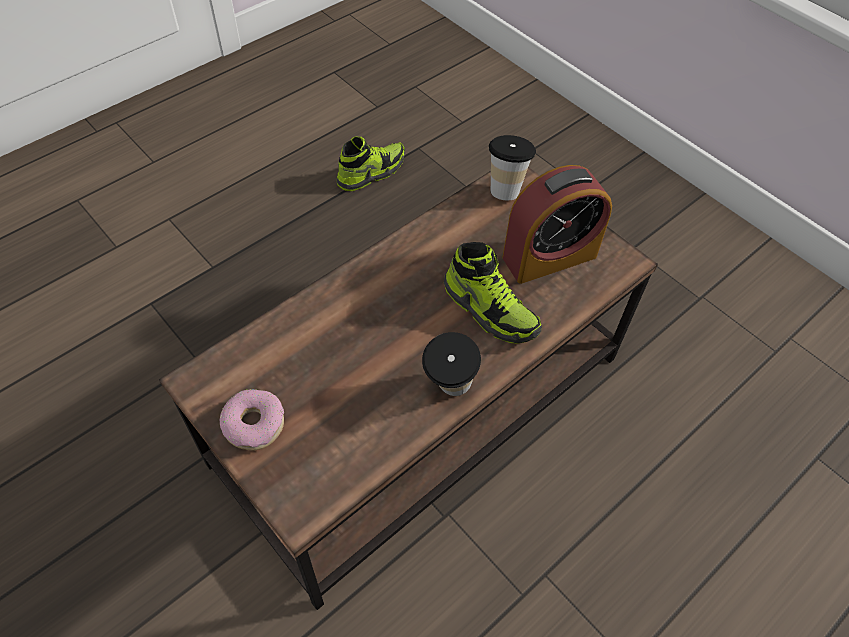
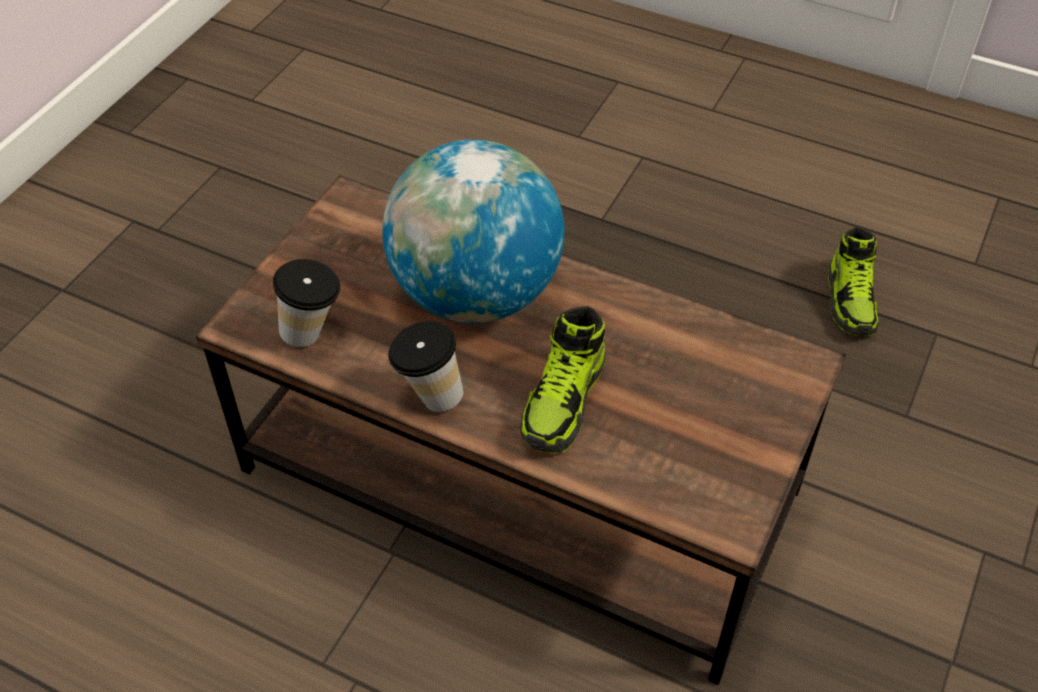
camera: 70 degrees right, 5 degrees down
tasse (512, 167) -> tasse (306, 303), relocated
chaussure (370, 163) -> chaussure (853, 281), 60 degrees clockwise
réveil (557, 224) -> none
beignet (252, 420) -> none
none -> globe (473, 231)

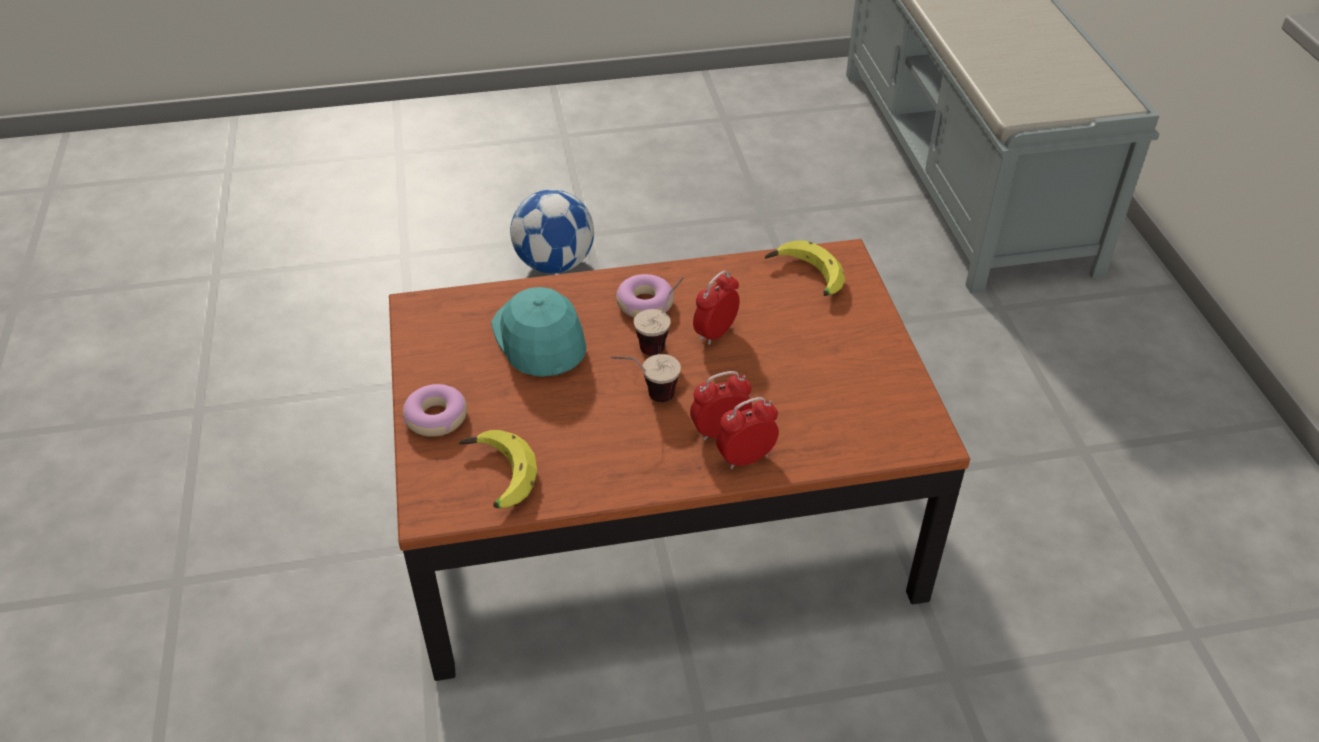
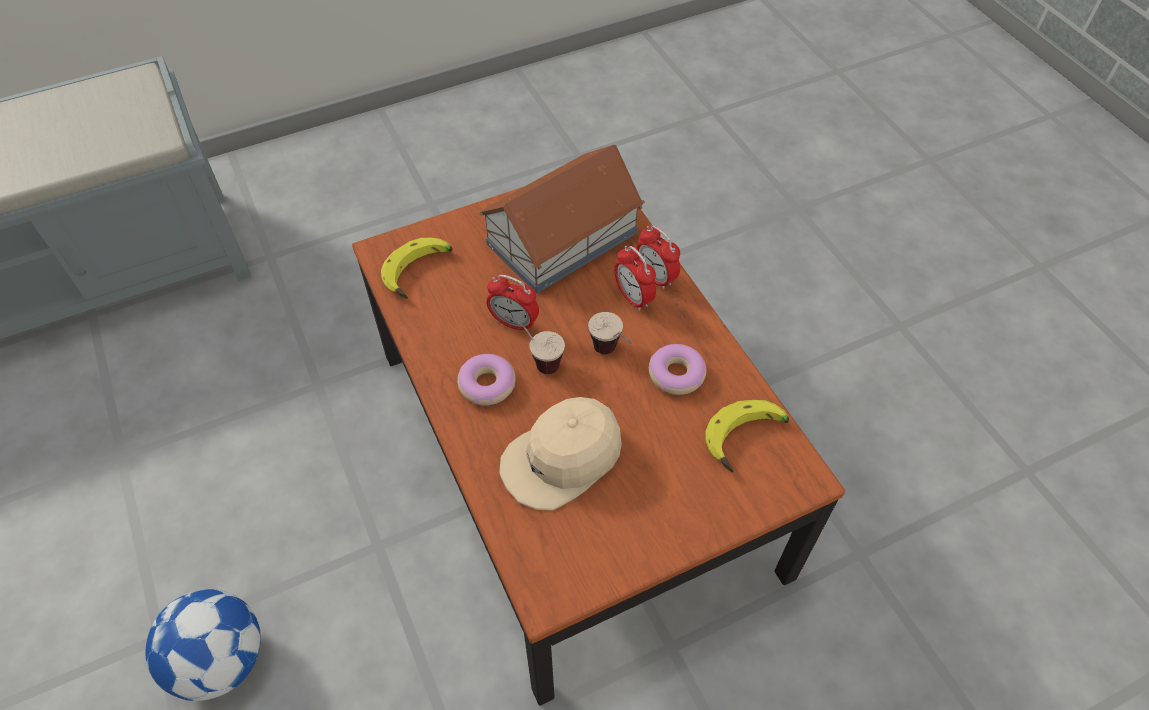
camera: 105 degrees left, 10 degrees up
casquette [turquoise] (539, 332) -> casquette [beige] (560, 454)
beignet (435, 410) -> beignet (677, 369), relocated
none -> maison miniature (562, 219)

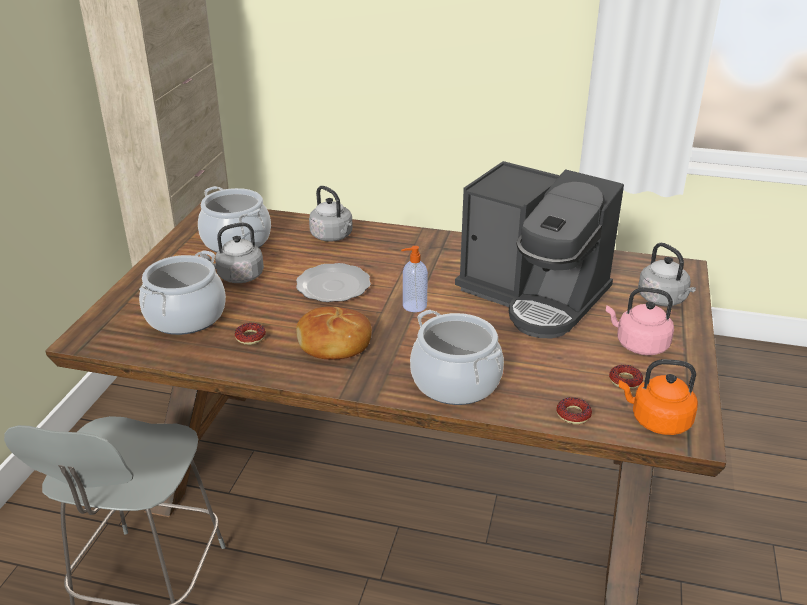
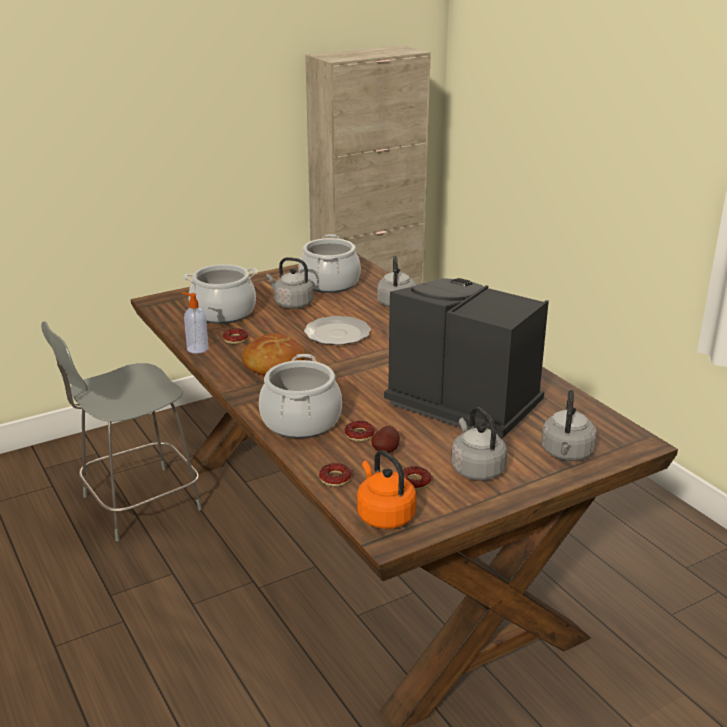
camera: 45 degrees right, 5 degrees down
machine à café (539, 249) -> machine à café (466, 358), 135 degrees clockwise
distributeur de savon (414, 279) -> distributeur de savon (195, 322), relocated
bouilloire [rose] (640, 321) -> bouilloire [gris] (479, 443)
none -> beignet (360, 431)
none -> pomme de terre (385, 439)

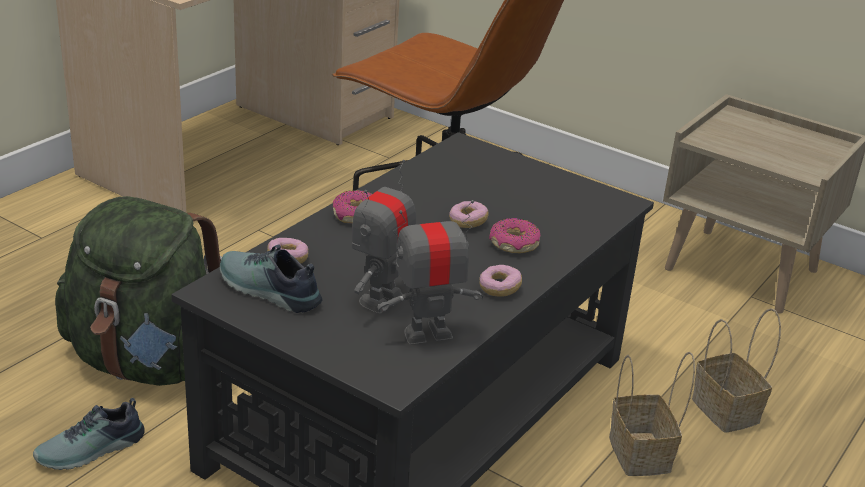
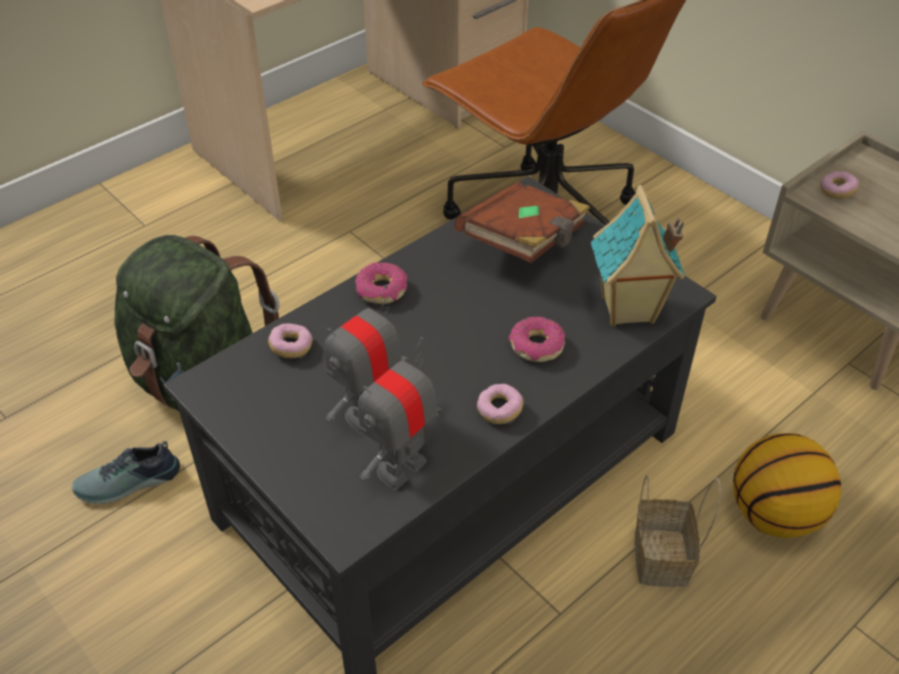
camera: 15 degrees right, 15 degrees up
robot jouet (430, 272) -> robot jouet (400, 413), 45 degrees counterclockwise
beignet (469, 214) -> beignet (839, 185), relocated
chaussure (271, 278) -> none
panier (736, 370) -> ballon de basket (787, 485)
none -> livre [marron] (522, 222)
none -> maison miniature (638, 256)

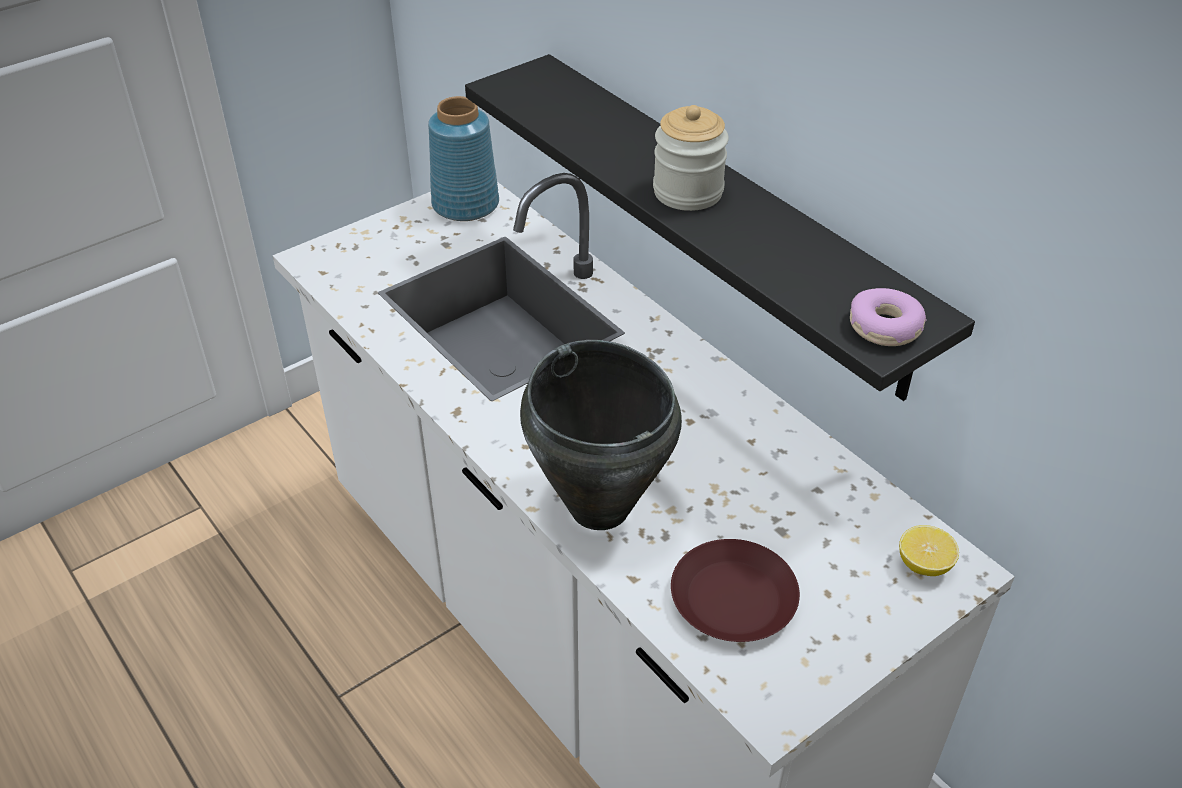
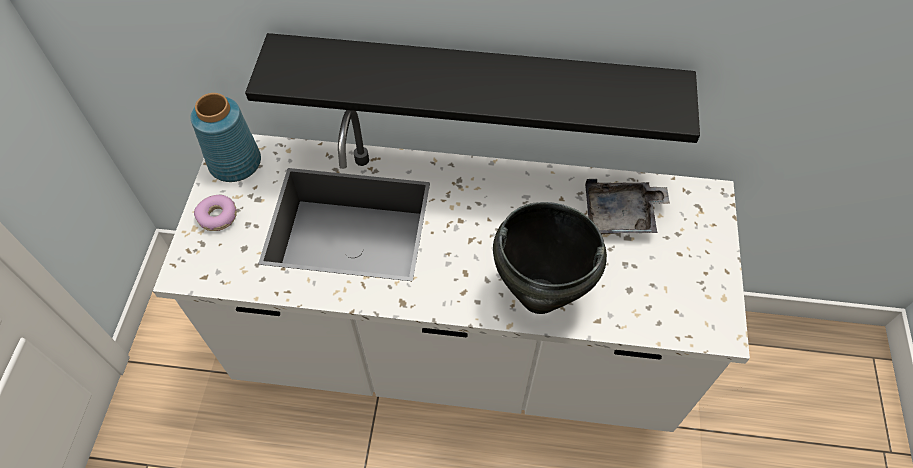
camera: 45 degrees left, 15 degrees up
bocal (691, 158) -> none
beignet (888, 317) -> beignet (215, 213), relocated
citron (929, 550) -> none
assiette [marron] (735, 590) -> none
none -> plateau [gris] (627, 206)

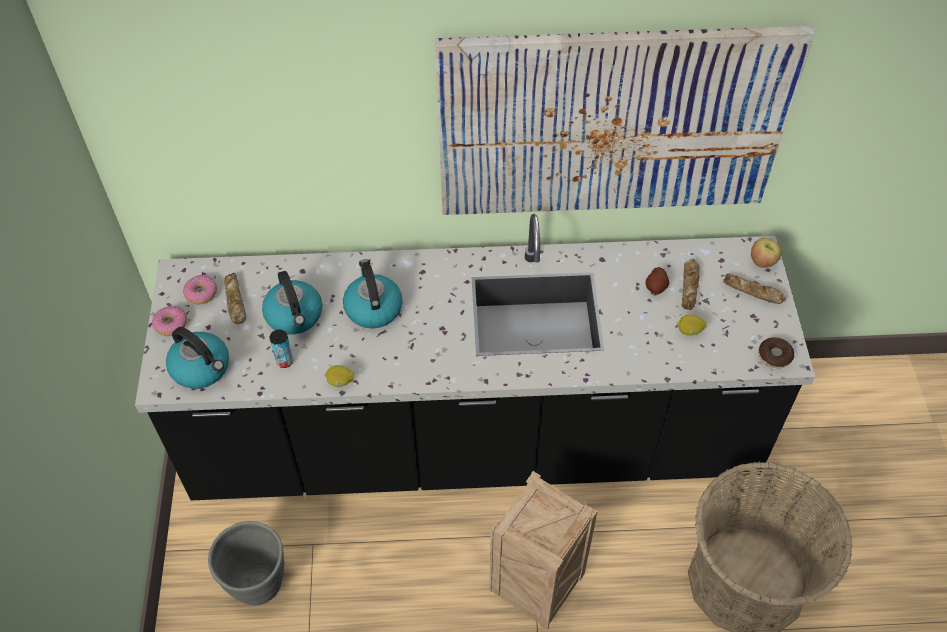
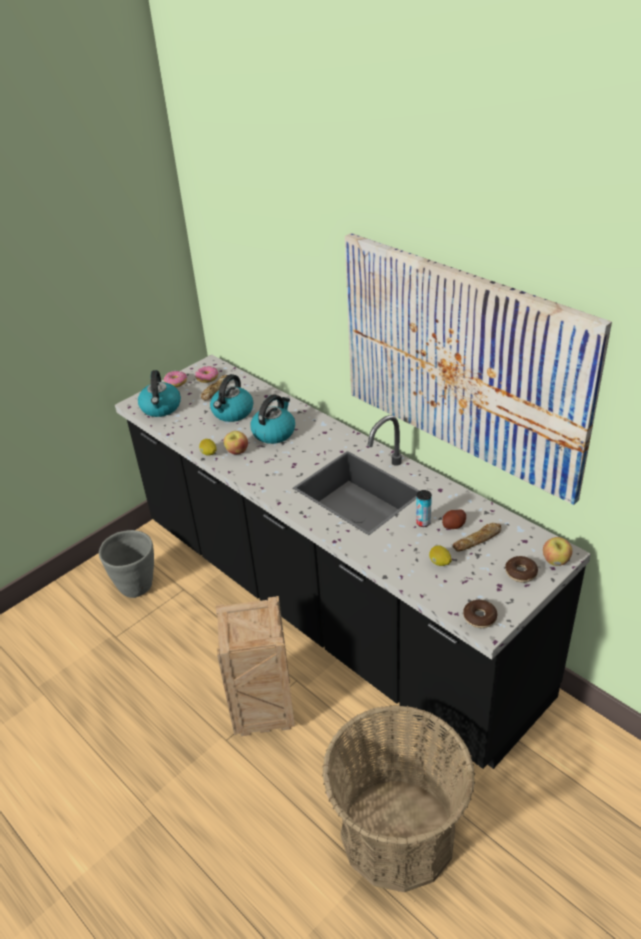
camera: 50 degrees right, 15 degrees down
pain (754, 288) -> beignet (521, 569)
boîte métallique (281, 348) -> boîte métallique (424, 508), relocated
none -> pomme (236, 442)

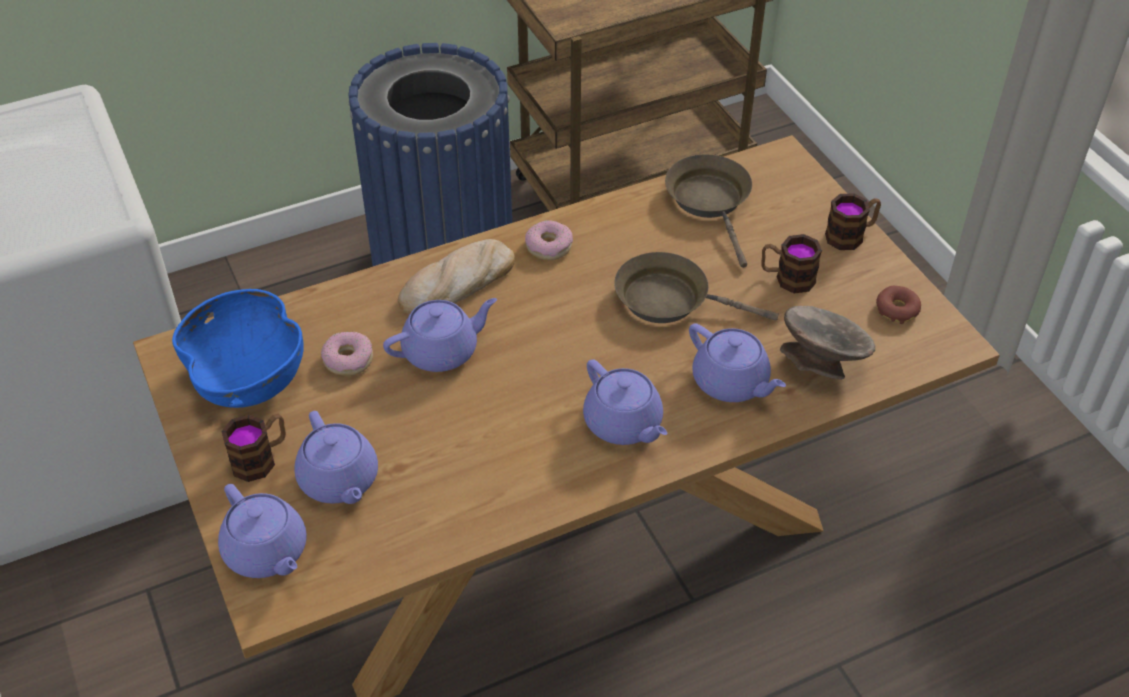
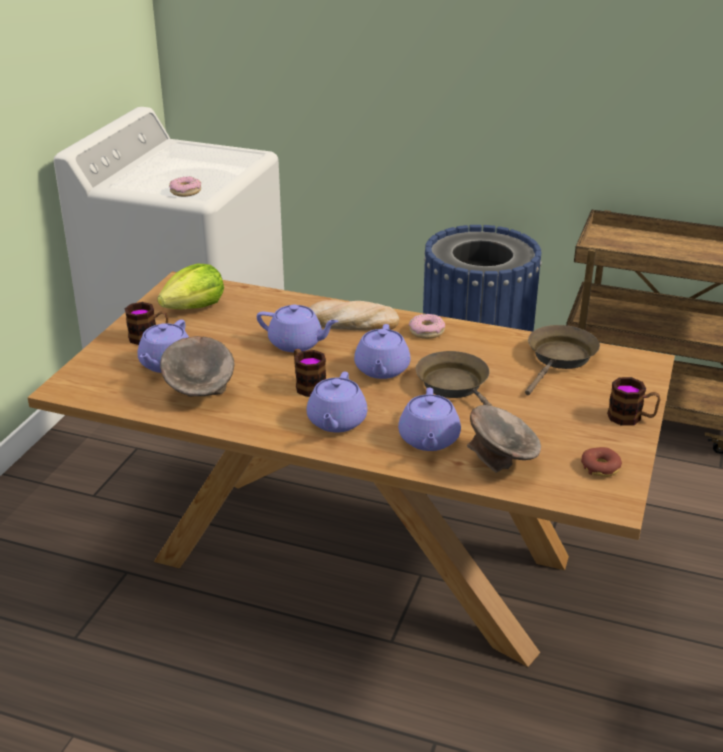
camera: 45 degrees right, 15 degrees down
mug (791, 264) -> mug (310, 373), relocated
bol [bleu] (238, 348) -> laitue (190, 287)
beignet (347, 354) -> beignet (185, 186), relocated
théière [violet] (262, 531) -> théière [violet] (382, 351), relocated
none -> bol [gris] (197, 366)

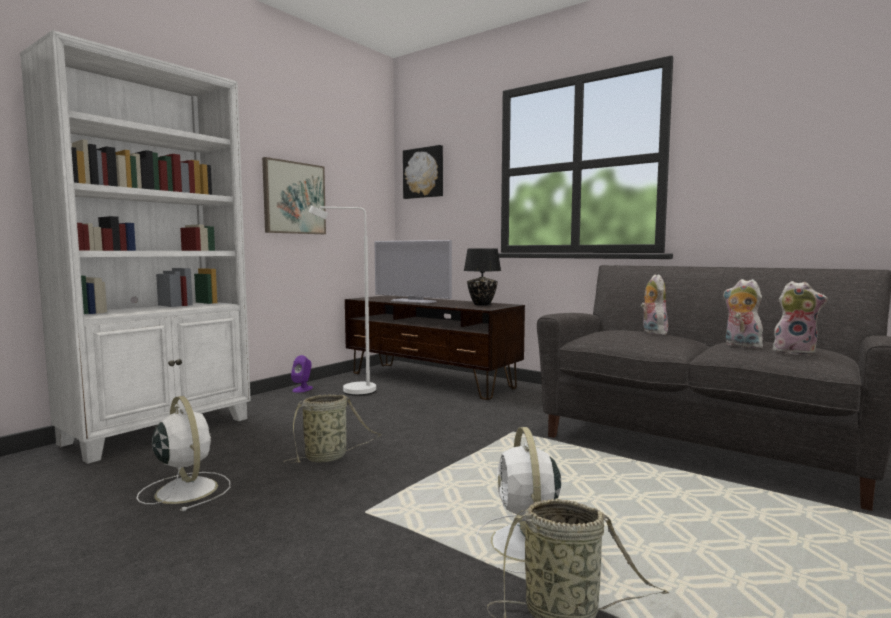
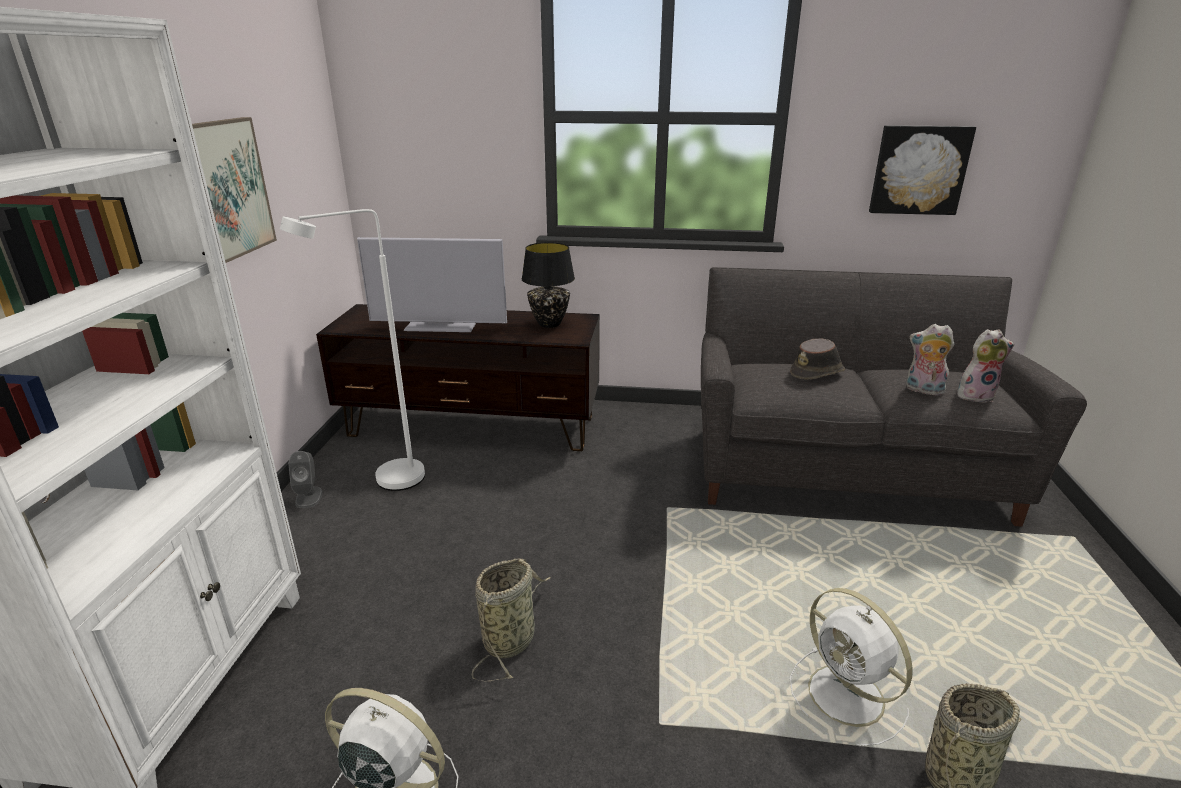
camera: 30 degrees left, 20 degrees up
tableau (423, 172) -> tableau (922, 170), relocated
peluche (654, 304) -> chapeau [marron] (817, 358)
enceinte [violet] (302, 374) -> enceinte [gris] (305, 479)

